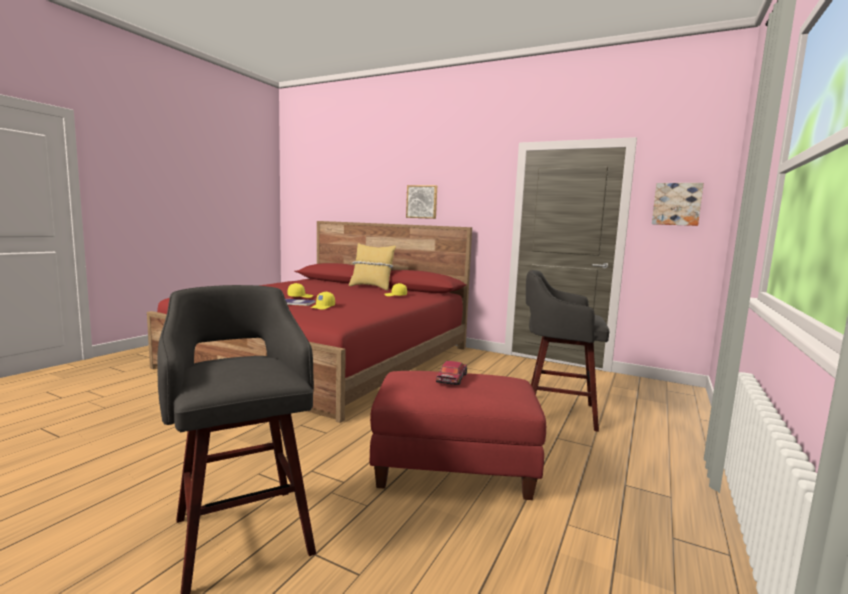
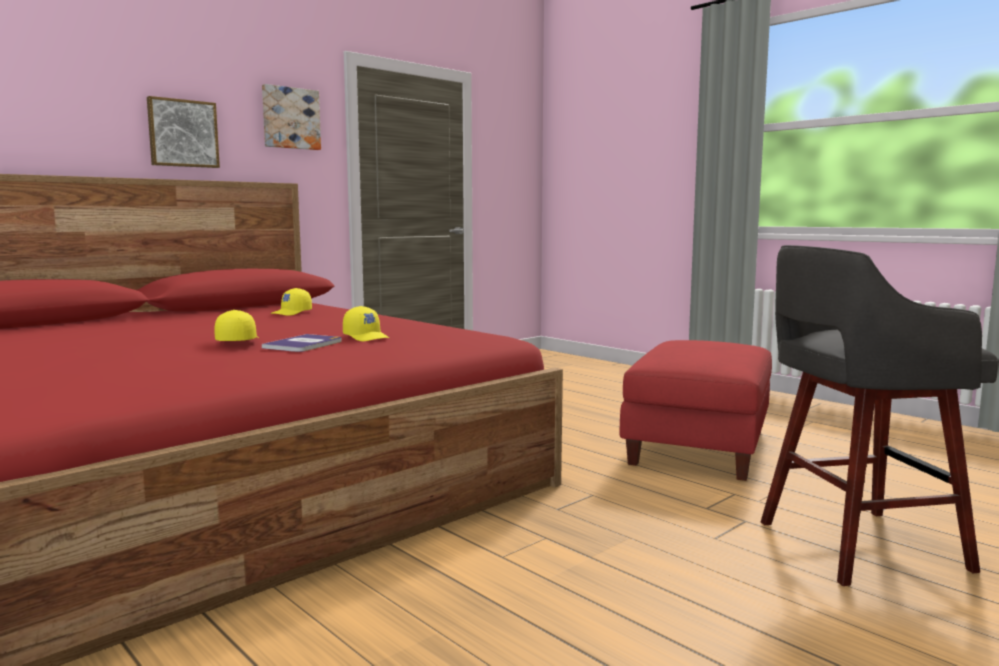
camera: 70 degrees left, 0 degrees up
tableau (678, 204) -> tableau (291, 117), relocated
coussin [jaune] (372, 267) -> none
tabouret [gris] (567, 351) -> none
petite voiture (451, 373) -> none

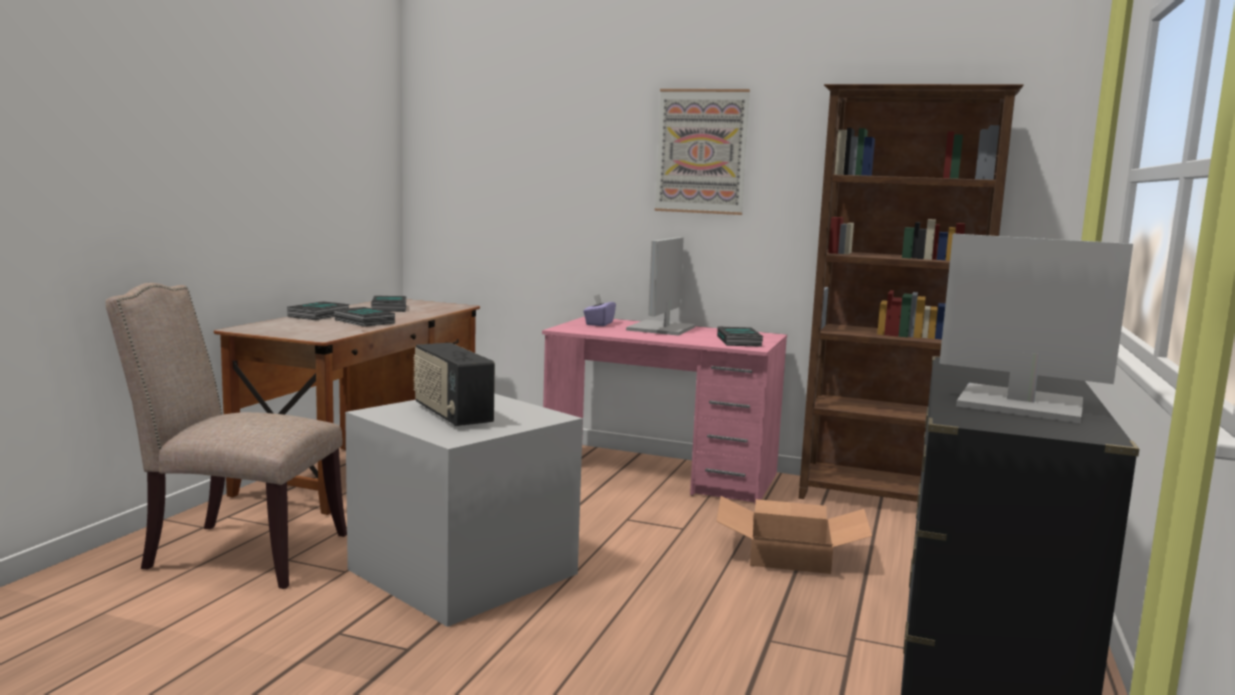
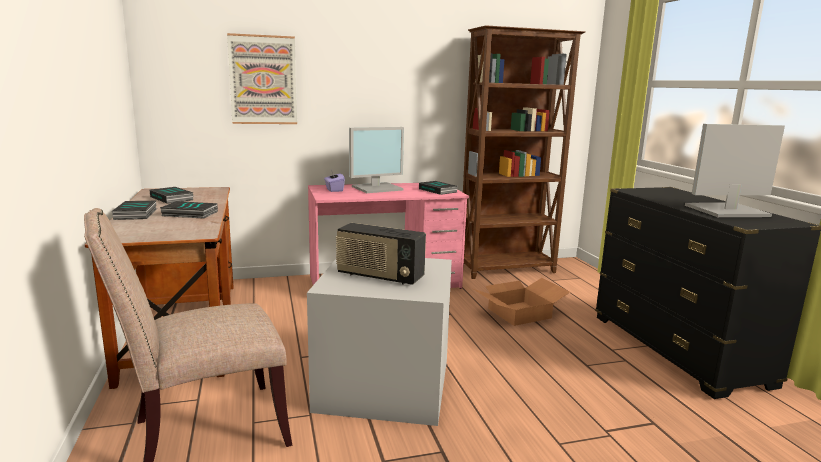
camera: 35 degrees left, 5 degrees up
tableau (702, 152) -> tableau (262, 78), relocated
écran d'ordinateur (660, 286) -> écran d'ordinateur (376, 160), 105 degrees counterclockwise

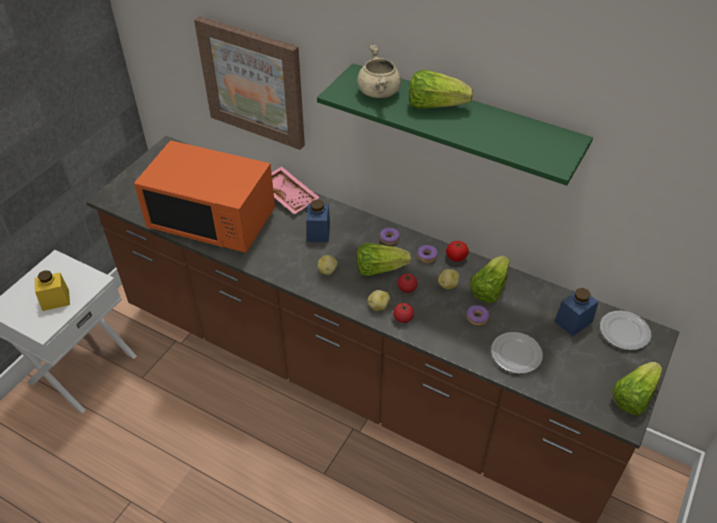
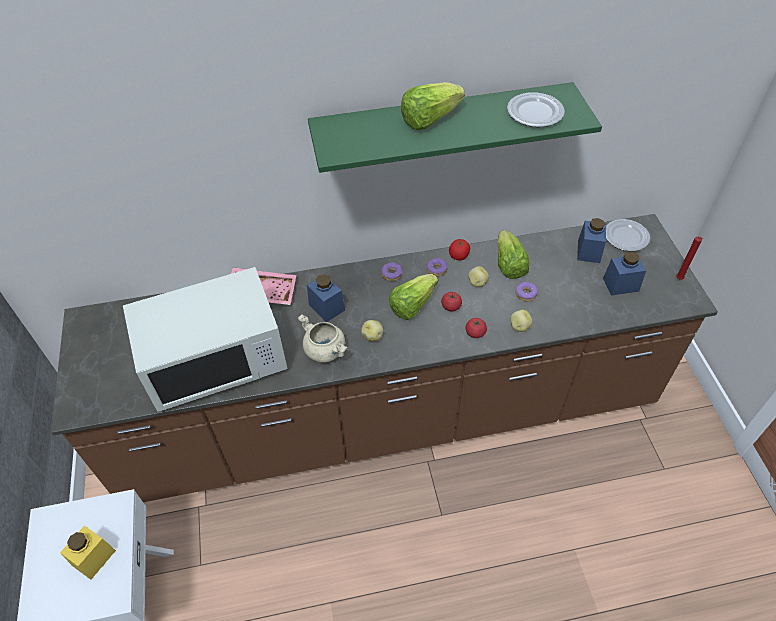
camera: 40 degrees left, 5 degrees up
tableau (249, 83) -> none
marmite [beige] (379, 71) -> marmite [beige] (323, 338), relocated
micro-ondes [orange] (204, 196) -> micro-ondes [blanc] (205, 339)
pomme de terre (379, 300) -> pomme de terre (521, 321), relocated
assiette (517, 353) -> assiette (536, 109), relocated
laitue (637, 388) -> bougie [rouge] (689, 258)
none -> bocal [bleu] (624, 273)

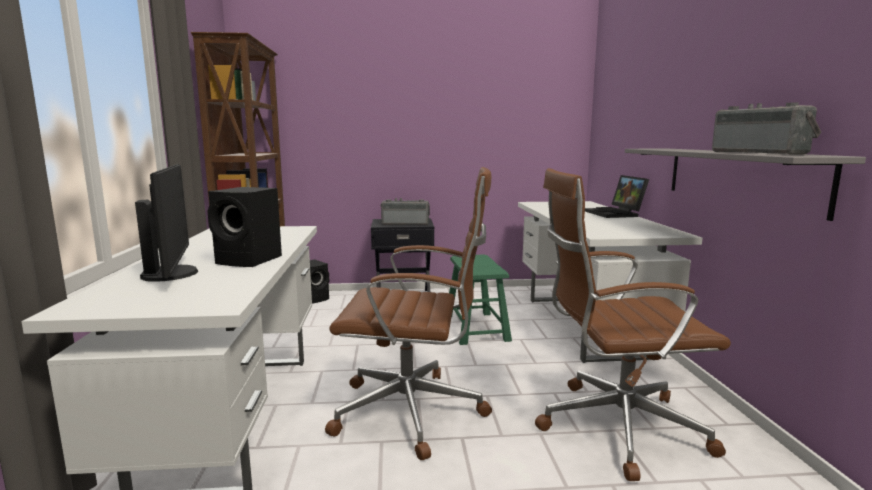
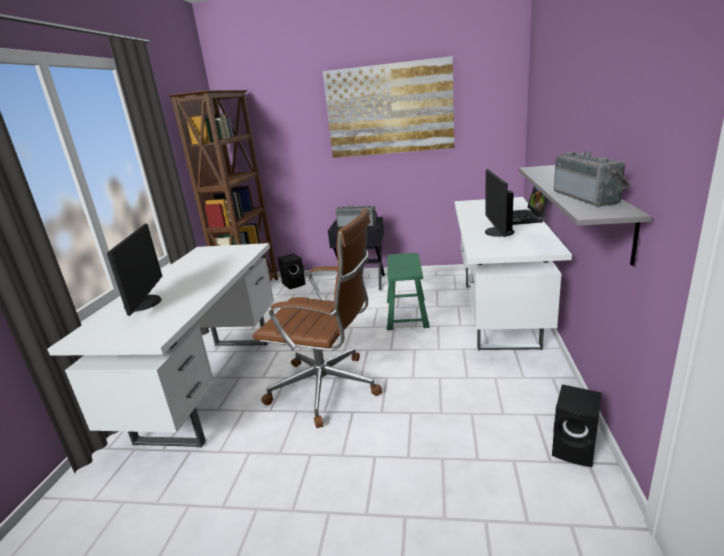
camera: 15 degrees right, 10 degrees up
chaise de bureau [marron] (633, 324) -> none
enceinte [noir] (244, 227) -> enceinte [noir] (577, 425), relocated
none -> tableau (388, 107)
none -> écran d'ordinateur (499, 203)

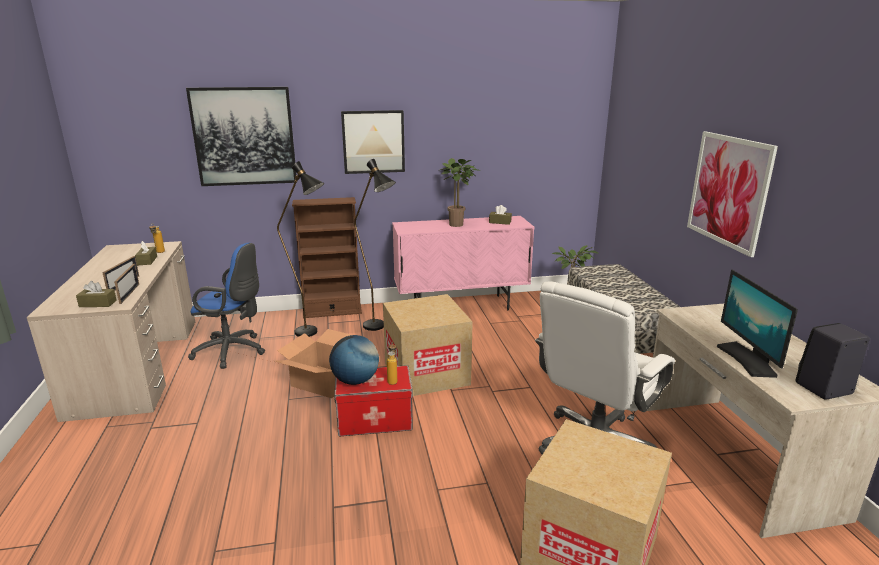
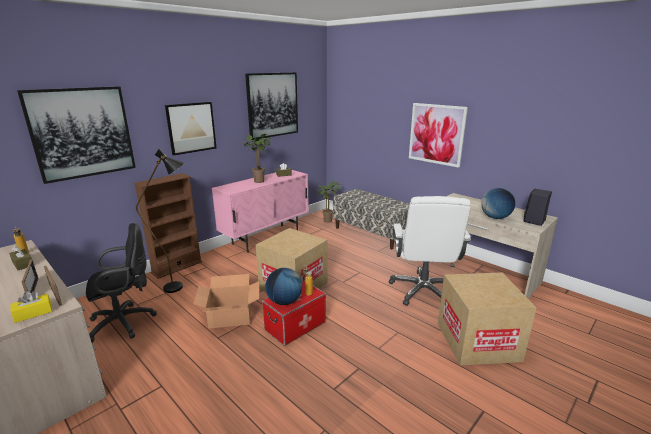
camera: 35 degrees left, 0 degrees up
lampadaire [noir] (375, 245) -> none
chaise de bureau [bleu] (226, 306) -> chaise de bureau [noir] (121, 283)
écran d'ordinateur (757, 323) -> globe (498, 203)
boîte à mouchoirs [marron] (96, 294) -> boîte à mouchoirs [jaune] (31, 307)
none -> tableau (271, 106)

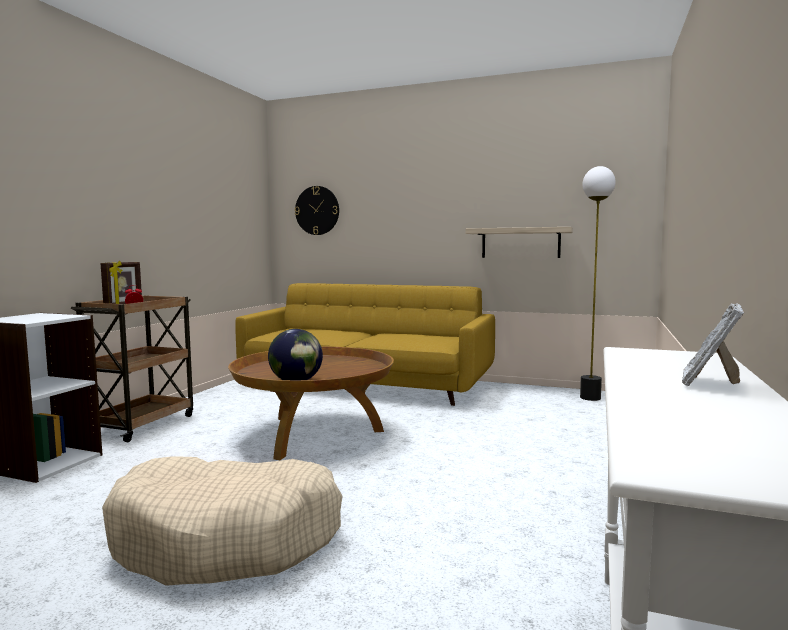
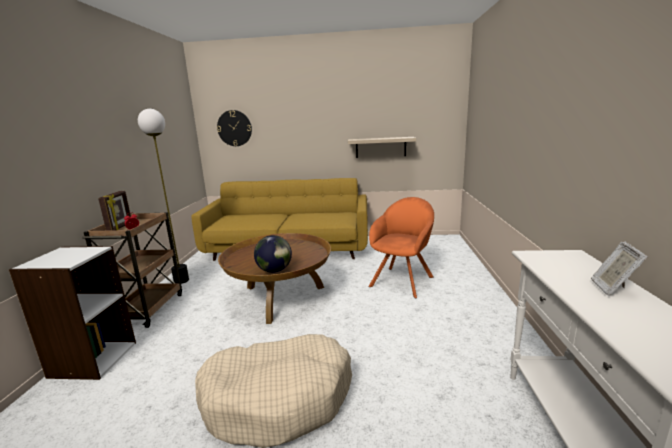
camera: 15 degrees left, 10 degrees up
lampadaire (598, 283) -> lampadaire (163, 196), relocated
none -> fauteuil [orange] (401, 247)

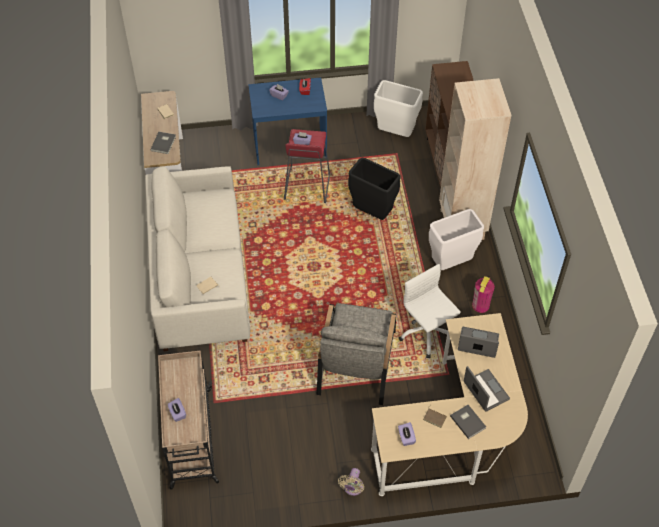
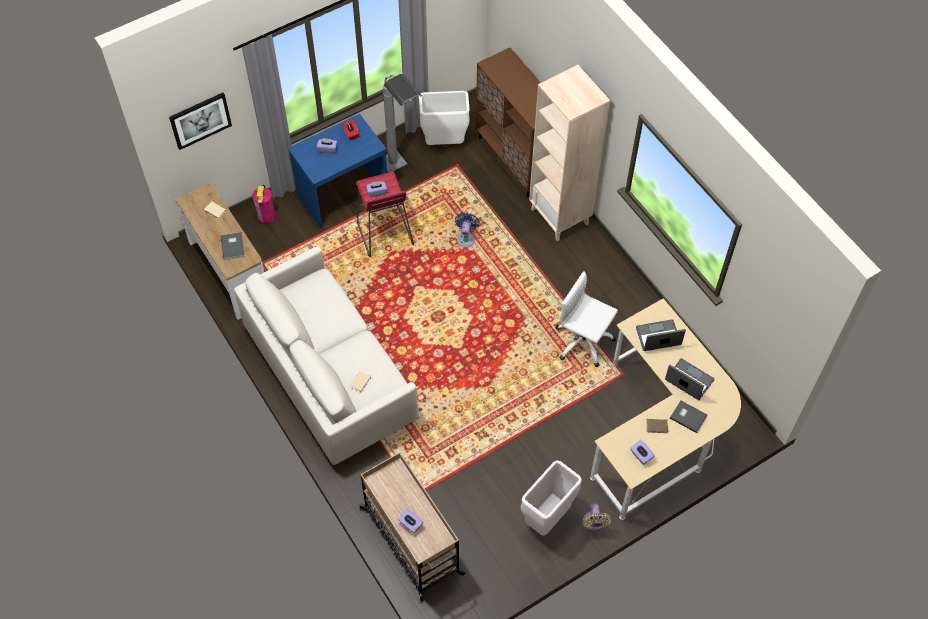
camera: 25 degrees left, 5 degrees up
poubelle [noir] (374, 189) -> ventilateur [bleu] (467, 230)
poubelle [blanc] (456, 239) -> poubelle [blanc] (551, 498), relocated
extincteur (483, 294) -> extincteur (264, 204), relocated
fauteuil [gris] (356, 354) -> none
none -> lampadaire [gris] (402, 123)
none -> tableau (200, 121)

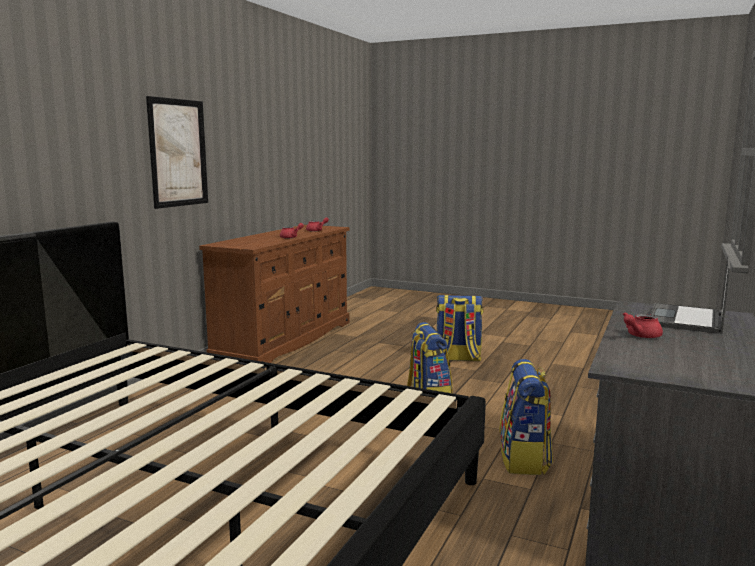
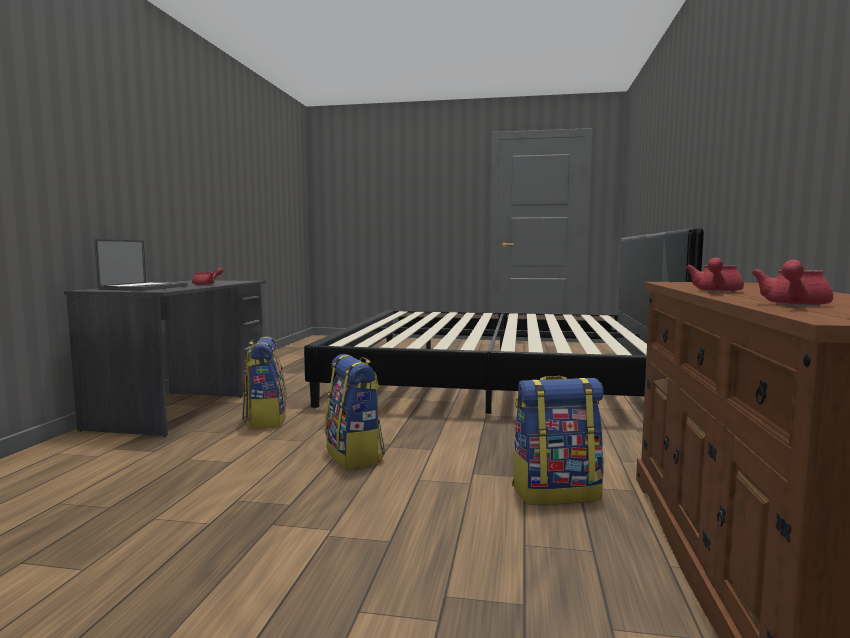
camera: 165 degrees right, 5 degrees down
tableau (177, 152) -> none
sac à dos (459, 328) -> sac à dos (558, 440), relocated

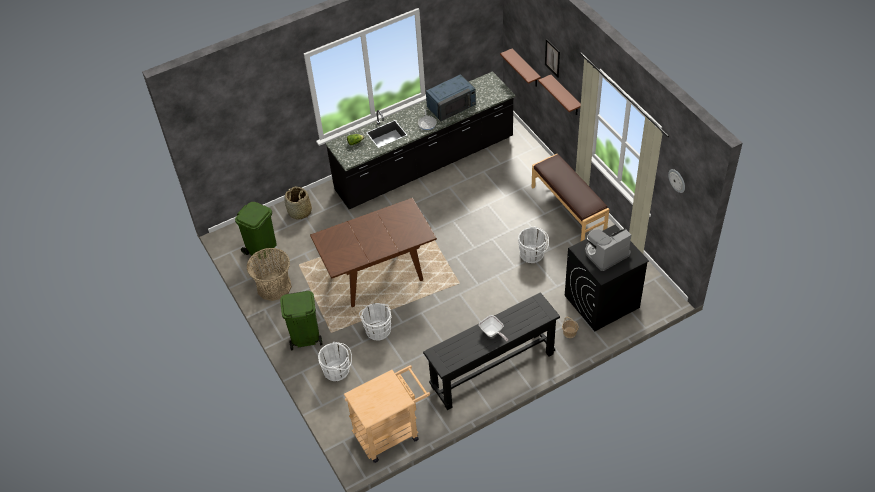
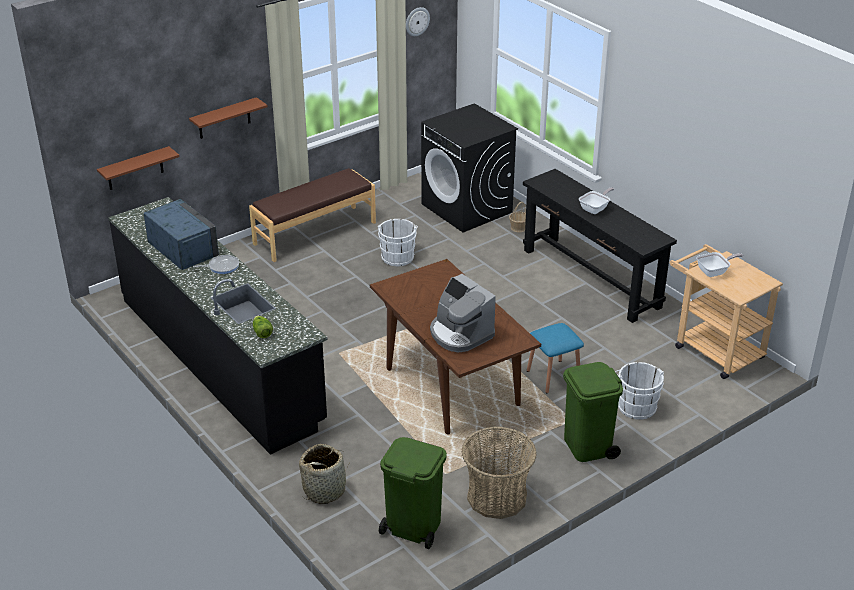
camera: 100 degrees left, 15 degrees down
tableau (552, 58) -> none
machine à café (608, 250) -> machine à café (463, 313), relocated
seau [blanc] (375, 322) -> tabouret [bleu] (555, 358)
none -> poêle (719, 264)

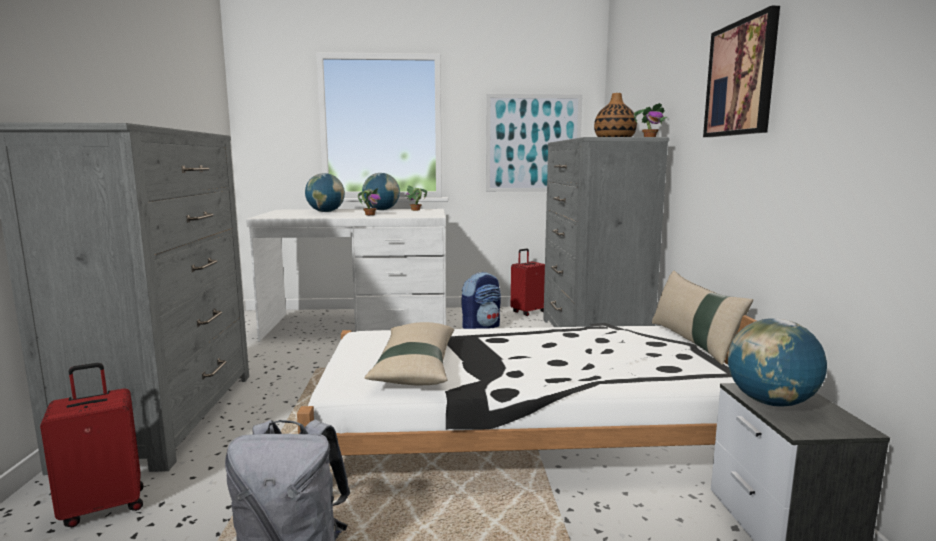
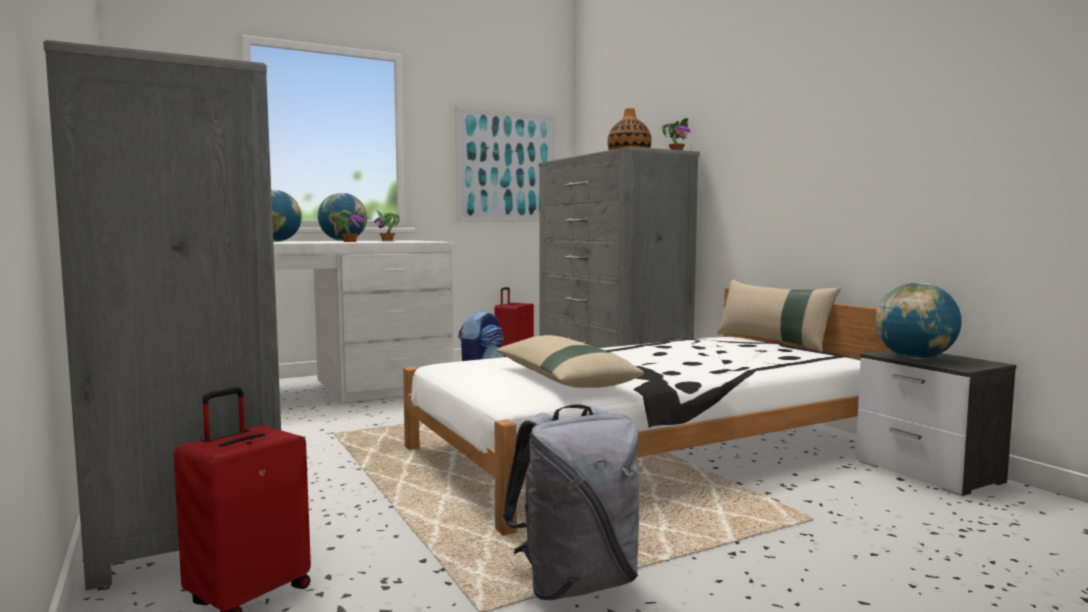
camera: 25 degrees left, 5 degrees down
tableau (741, 71) -> none

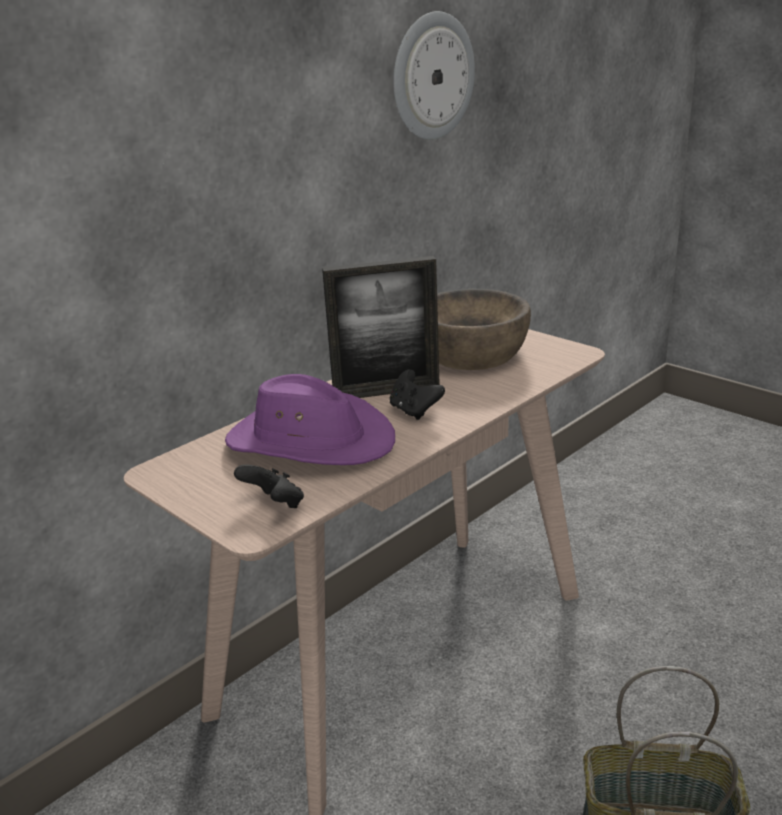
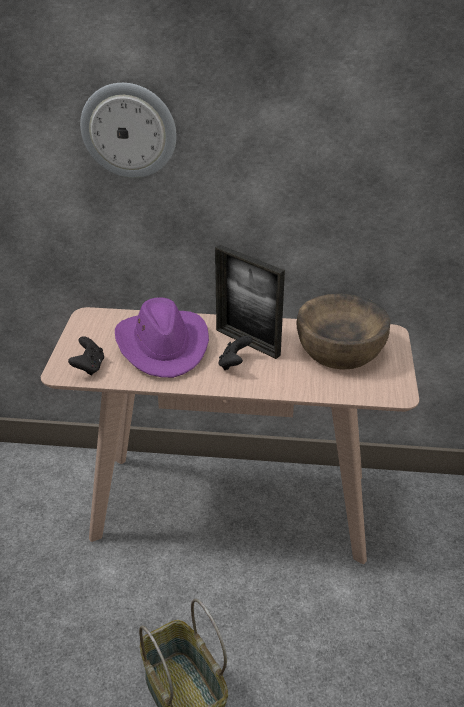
camera: 50 degrees right, 10 degrees up
horloge murale (434, 75) -> horloge murale (128, 130), relocated

